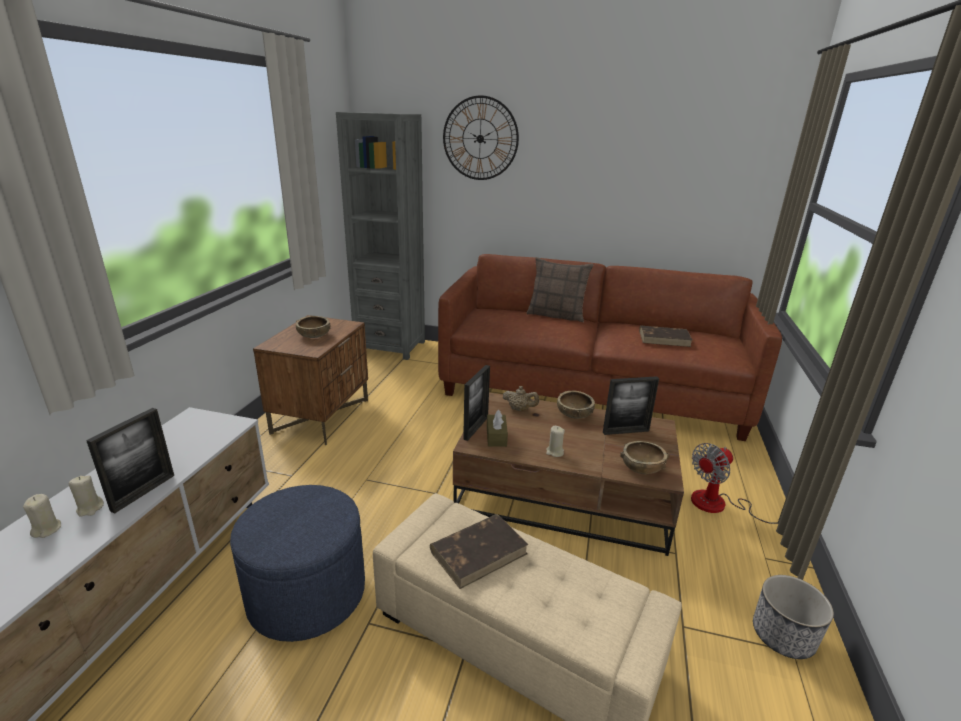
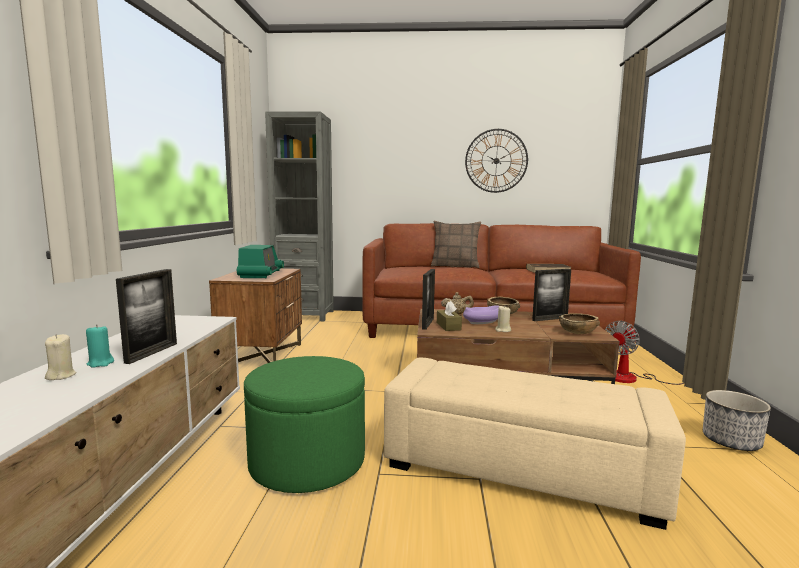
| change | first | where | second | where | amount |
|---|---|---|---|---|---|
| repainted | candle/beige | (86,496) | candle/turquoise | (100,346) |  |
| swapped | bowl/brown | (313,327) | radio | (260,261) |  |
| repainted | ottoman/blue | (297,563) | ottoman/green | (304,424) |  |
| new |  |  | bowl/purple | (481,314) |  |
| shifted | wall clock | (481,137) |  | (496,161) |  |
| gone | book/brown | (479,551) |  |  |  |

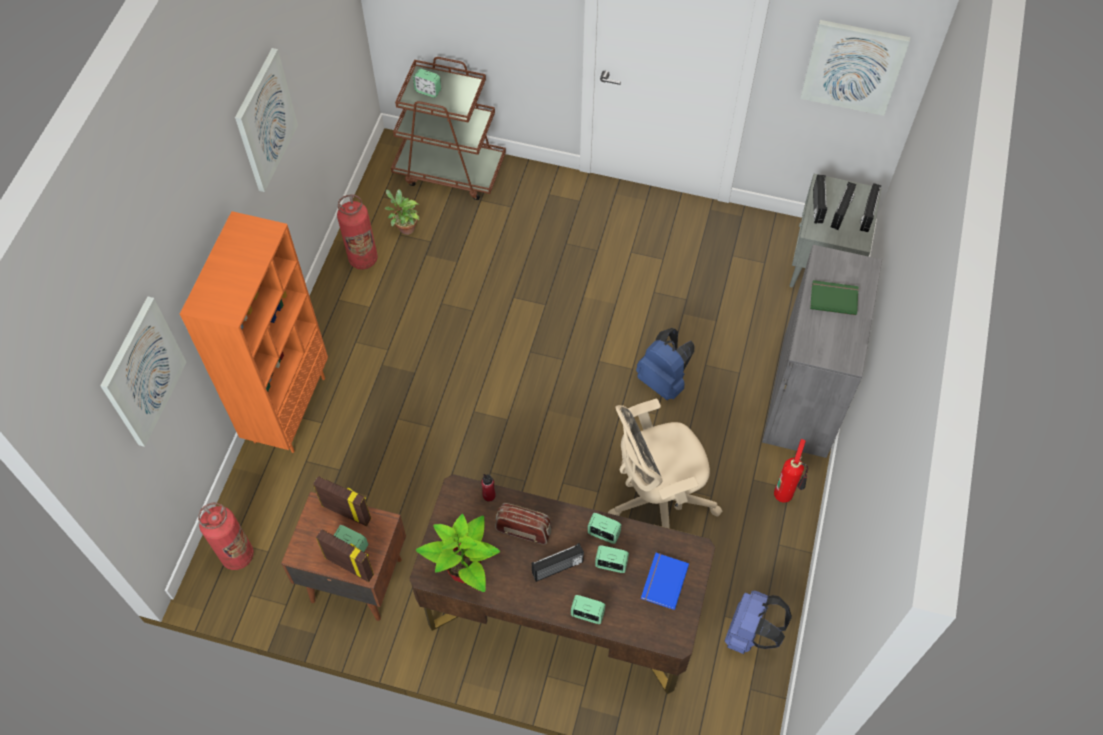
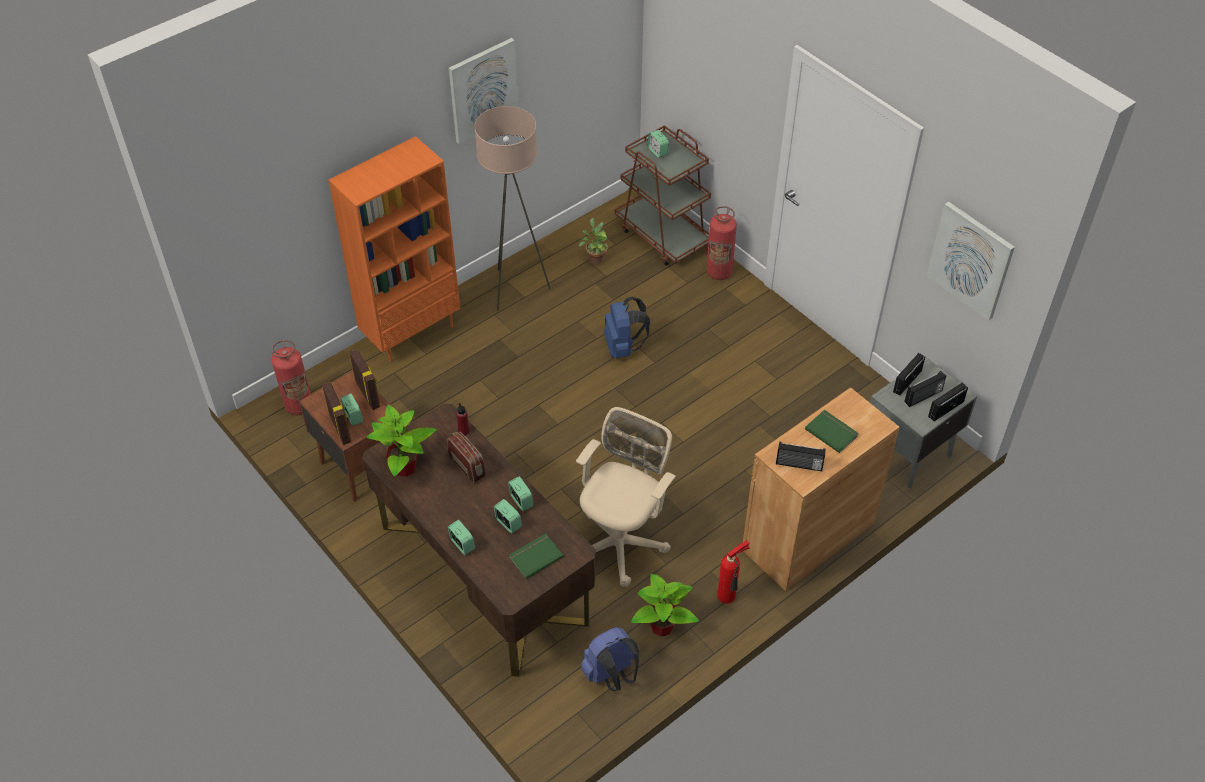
| change | first | where | second | where | amount |
|---|---|---|---|---|---|
| new |  |  | floor lamp/beige | (512,208) |  |
| repainted | book/blue | (665,581) | book/green | (536,556) |  |
| rotated | office chair/beige | (665,463) |  | (626,497) | 105 degrees clockwise |
| shifted | backpack/blue | (665,364) |  | (627,327) |  |
| new |  |  | potted plant | (665,605) |  |
| shifted | fire extinguisher | (357,232) |  | (722,243) |  |
| repainted | cabinet/grey | (822,351) | cabinet/brown | (821,489) |  |
| shifted | radio | (558,562) |  | (801,456) |  |
| gone | picture | (143,371) |  |  |  |

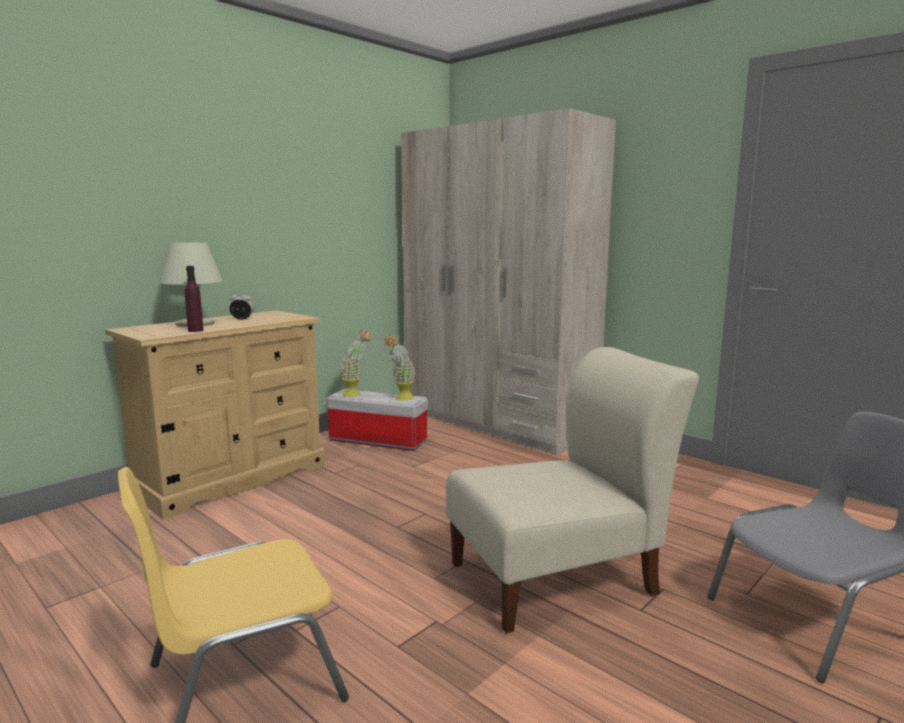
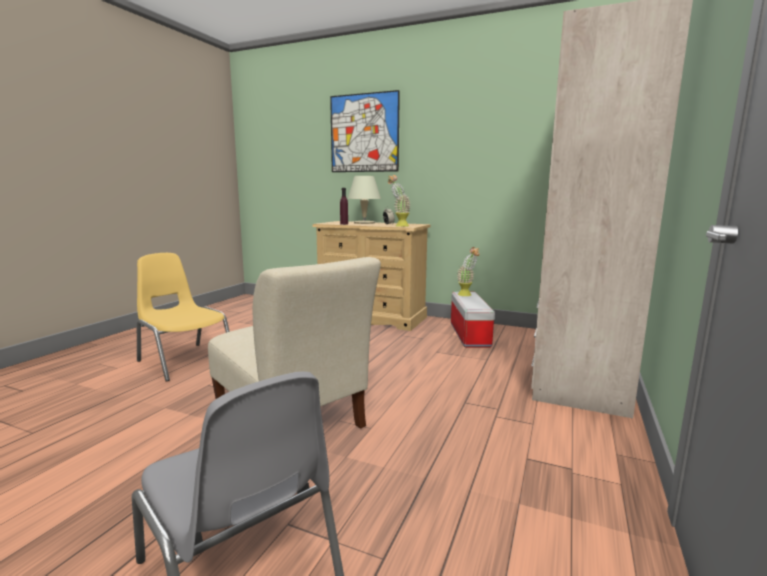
| change | first | where | second | where | amount |
|---|---|---|---|---|---|
| new |  |  | picture | (365,131) |  |
| shifted | potted plant | (400,368) |  | (399,201) |  |

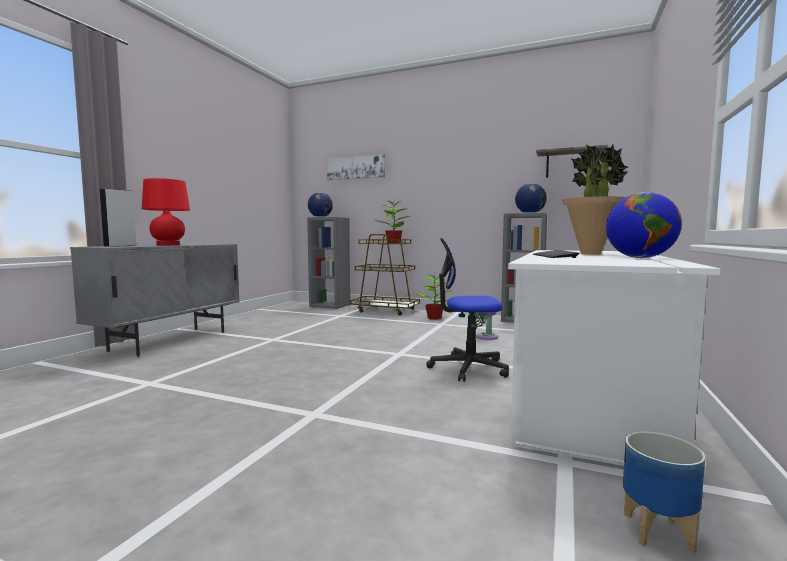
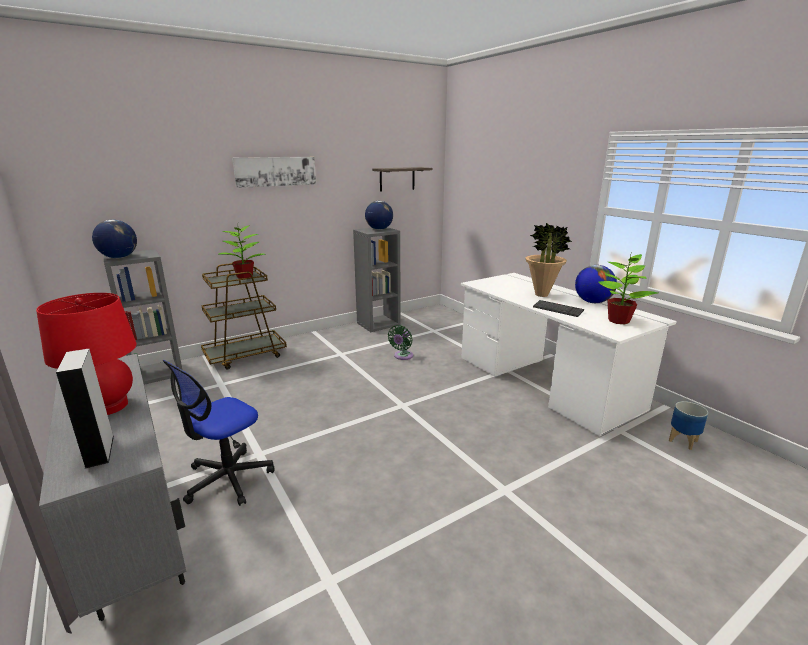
| change | first | where | second | where | amount |
|---|---|---|---|---|---|
| shifted | office chair | (467,310) |  | (219,433) |  |
| shifted | picture | (356,167) |  | (274,172) |  |
| shifted | potted plant | (434,296) |  | (628,287) |  |

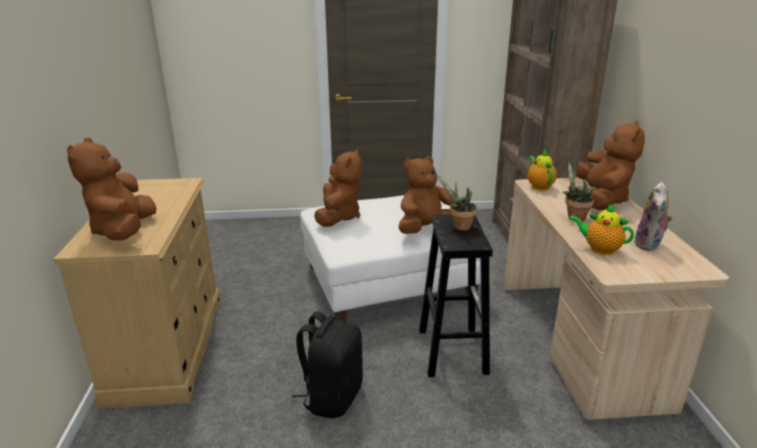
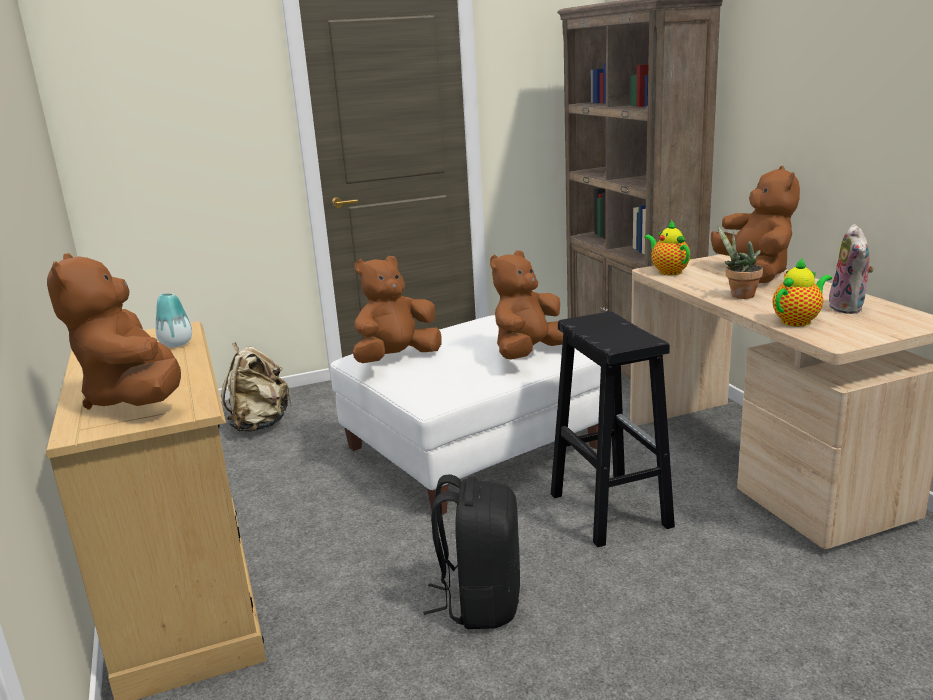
| change | first | where | second | where | amount |
|---|---|---|---|---|---|
| new |  |  | vase | (173,320) |  |
| new |  |  | backpack/beige | (256,387) |  |
| rotated | plush toy/brown | (338,188) |  | (397,309) | 120 degrees counterclockwise |
| rotated | teapot | (601,229) |  | (802,292) | 135 degrees clockwise |
| gone | potted plant | (457,203) |  |  |  |

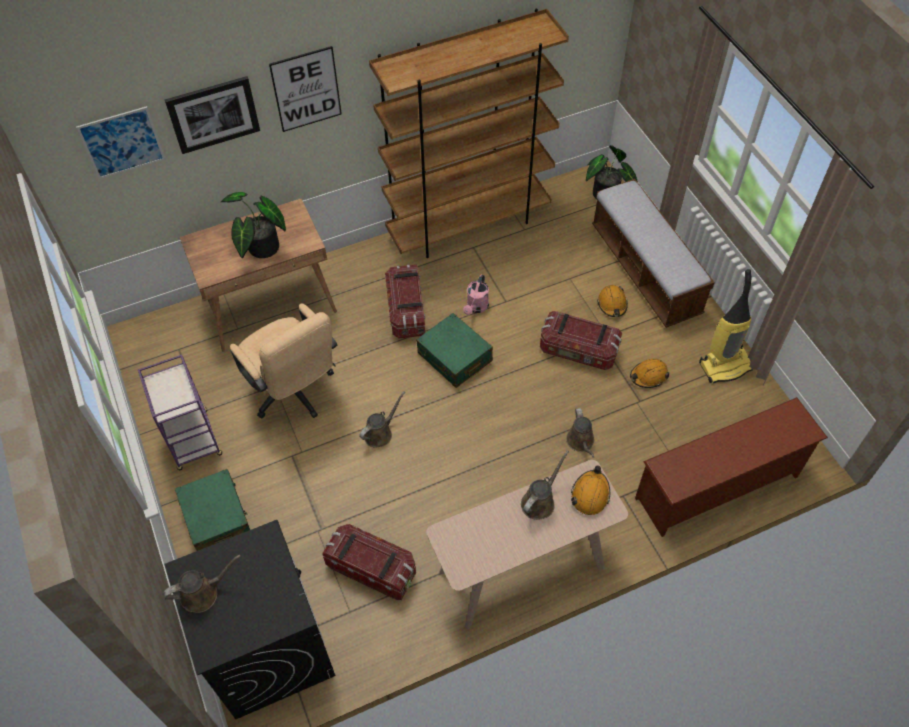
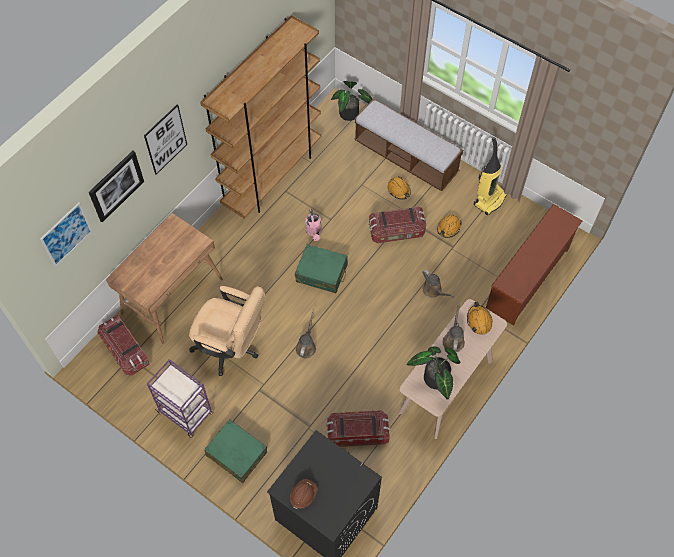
| change | first | where | second | where | amount |
|---|---|---|---|---|---|
| shifted | storage box | (405,301) |  | (123,345) |  |
| swapped | watering can/brown | (202,583) | hard hat/brown | (304,494) |  |
| shifted | potted plant | (253,225) |  | (434,373) |  |

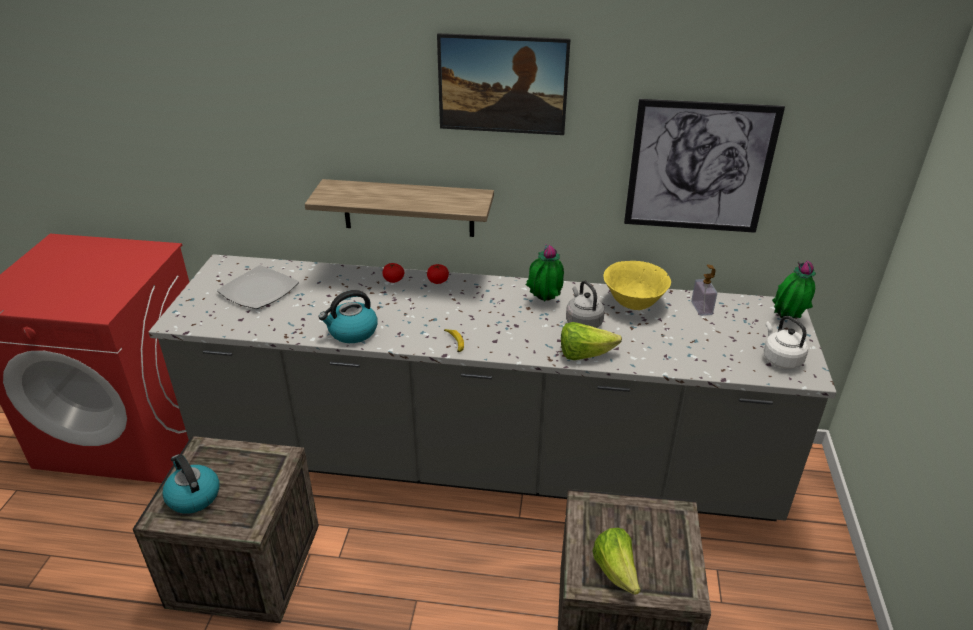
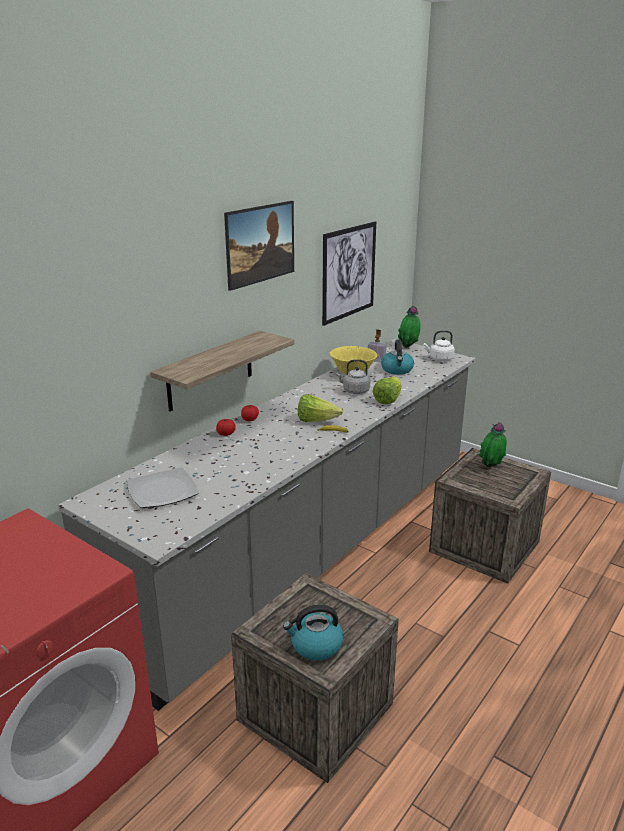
| change | first | where | second | where | amount |
|---|---|---|---|---|---|
| shifted | lettuce | (616,561) |  | (320,408) |  |
| shifted | kettle | (348,316) |  | (397,357) |  |
| shifted | potted plant | (545,273) |  | (493,444) |  |

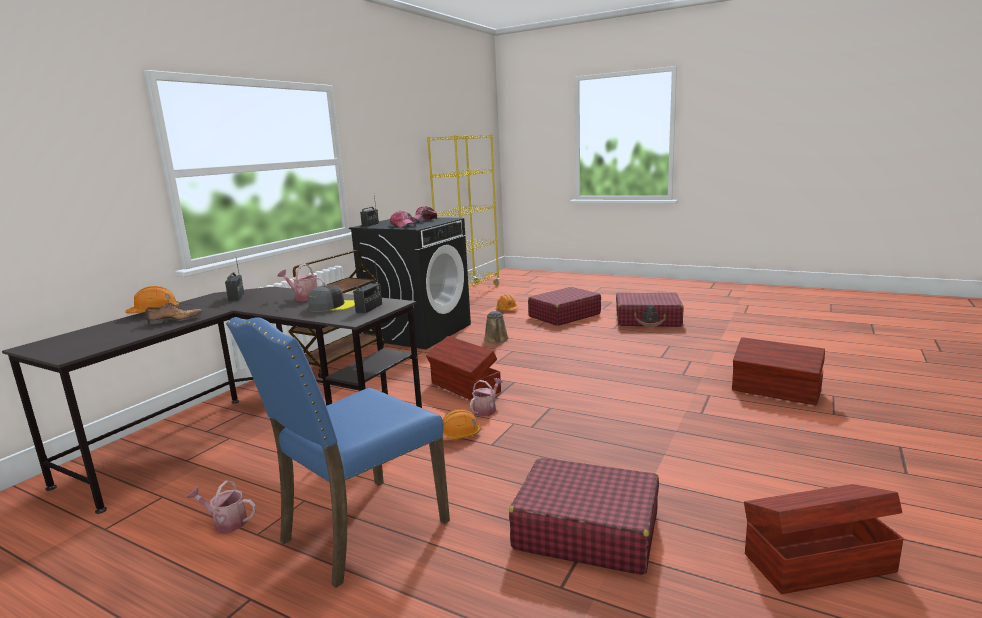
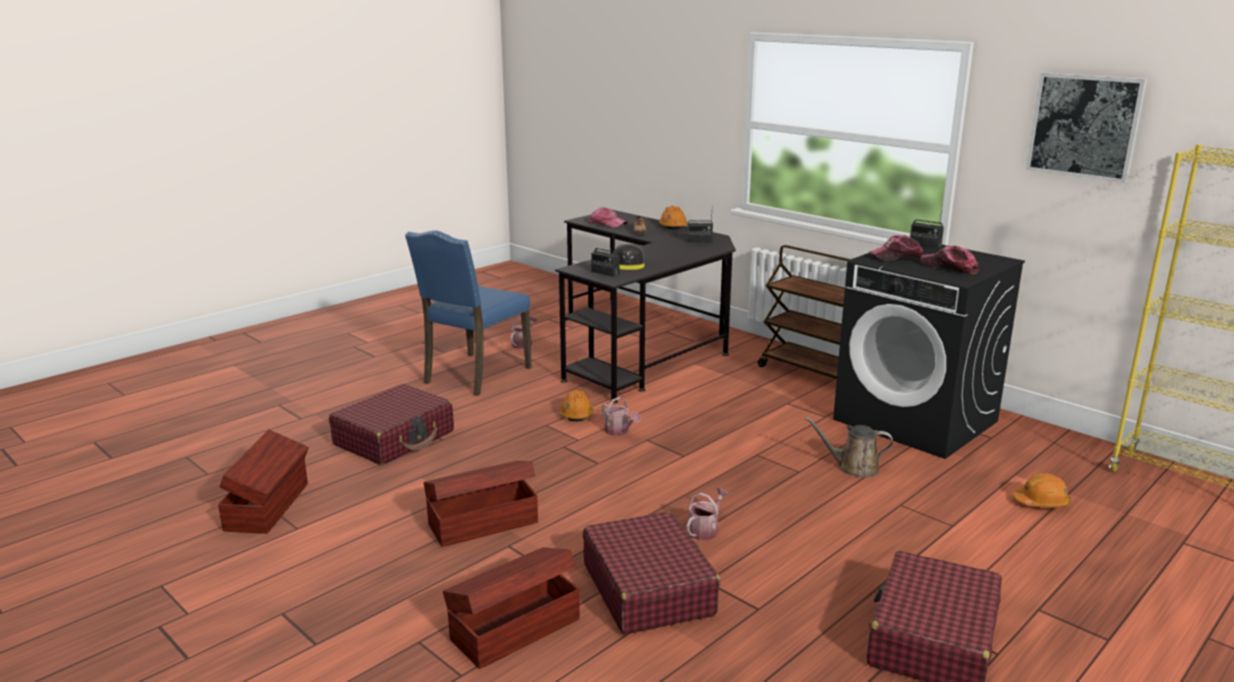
| change | first | where | second | where | amount |
|---|---|---|---|---|---|
| rotated | chair/blue | (338,452) |  | (468,313) | 120 degrees counterclockwise |
| shifted | storage box/brown | (463,368) |  | (481,504) |  |
| shifted | suitcase/red | (564,306) |  | (651,573) |  |
| new |  |  | cap | (607,217) |  |
| shifted | watering can | (301,282) |  | (707,514) |  |
| new |  |  | picture | (1086,127) |  |

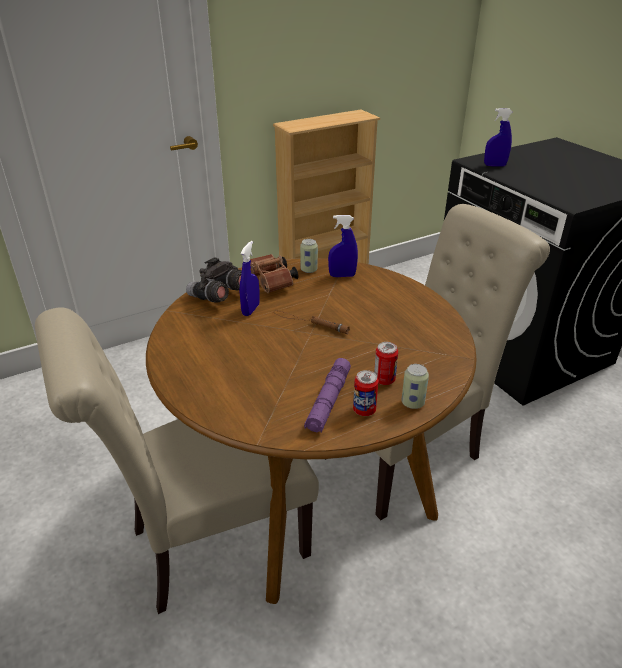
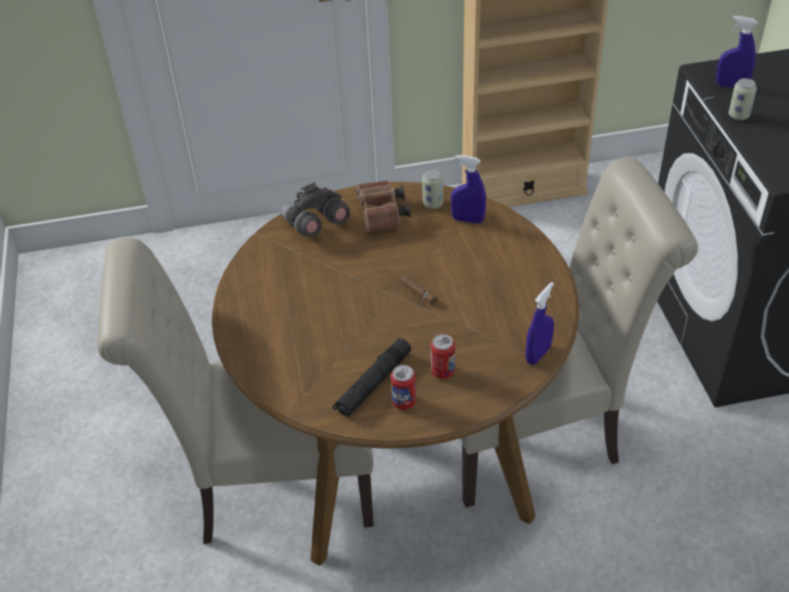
| change | first | where | second | where | amount |
|---|---|---|---|---|---|
| repainted | flashlight/purple | (327,395) | flashlight/black | (372,378) |  |
| shifted | spray bottle/blue | (250,278) |  | (539,323) |  |
| shifted | can | (415,386) |  | (743,99) |  |

